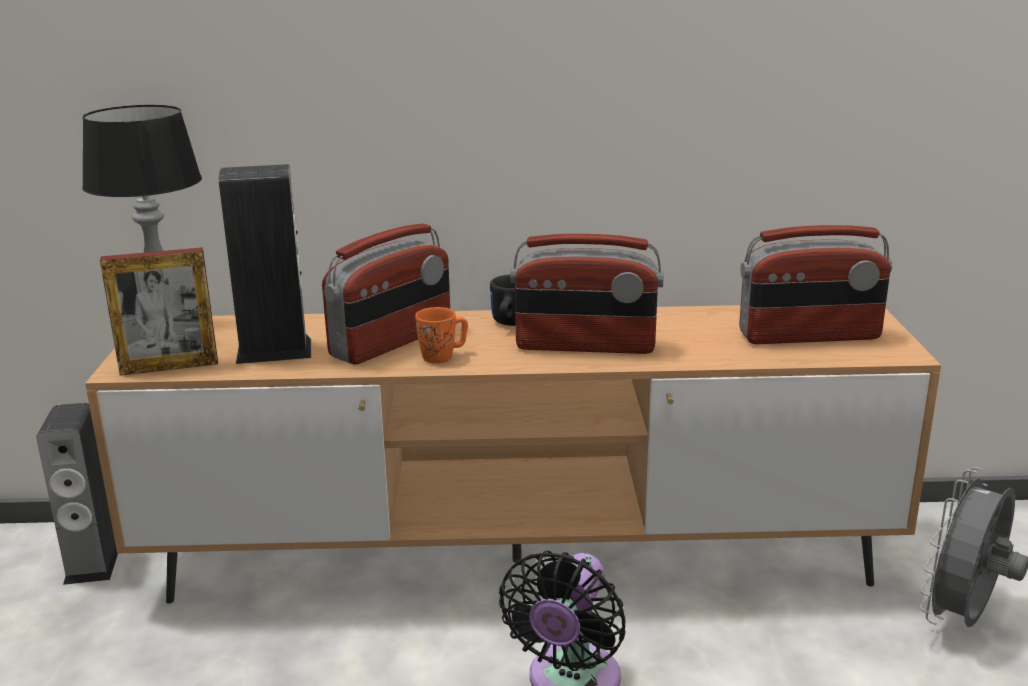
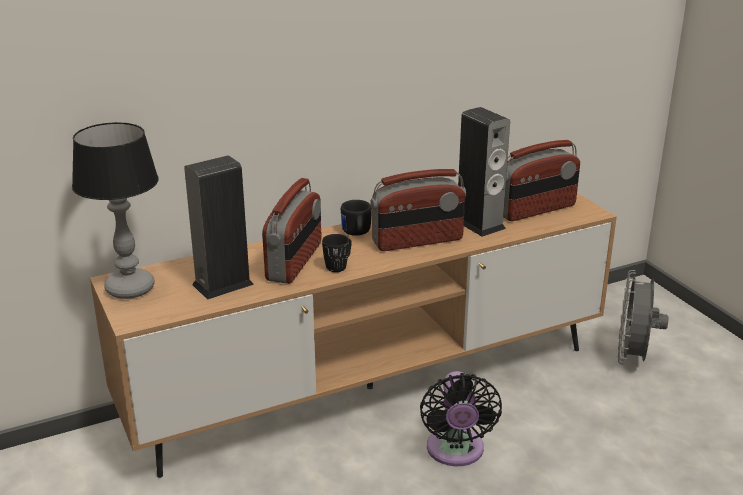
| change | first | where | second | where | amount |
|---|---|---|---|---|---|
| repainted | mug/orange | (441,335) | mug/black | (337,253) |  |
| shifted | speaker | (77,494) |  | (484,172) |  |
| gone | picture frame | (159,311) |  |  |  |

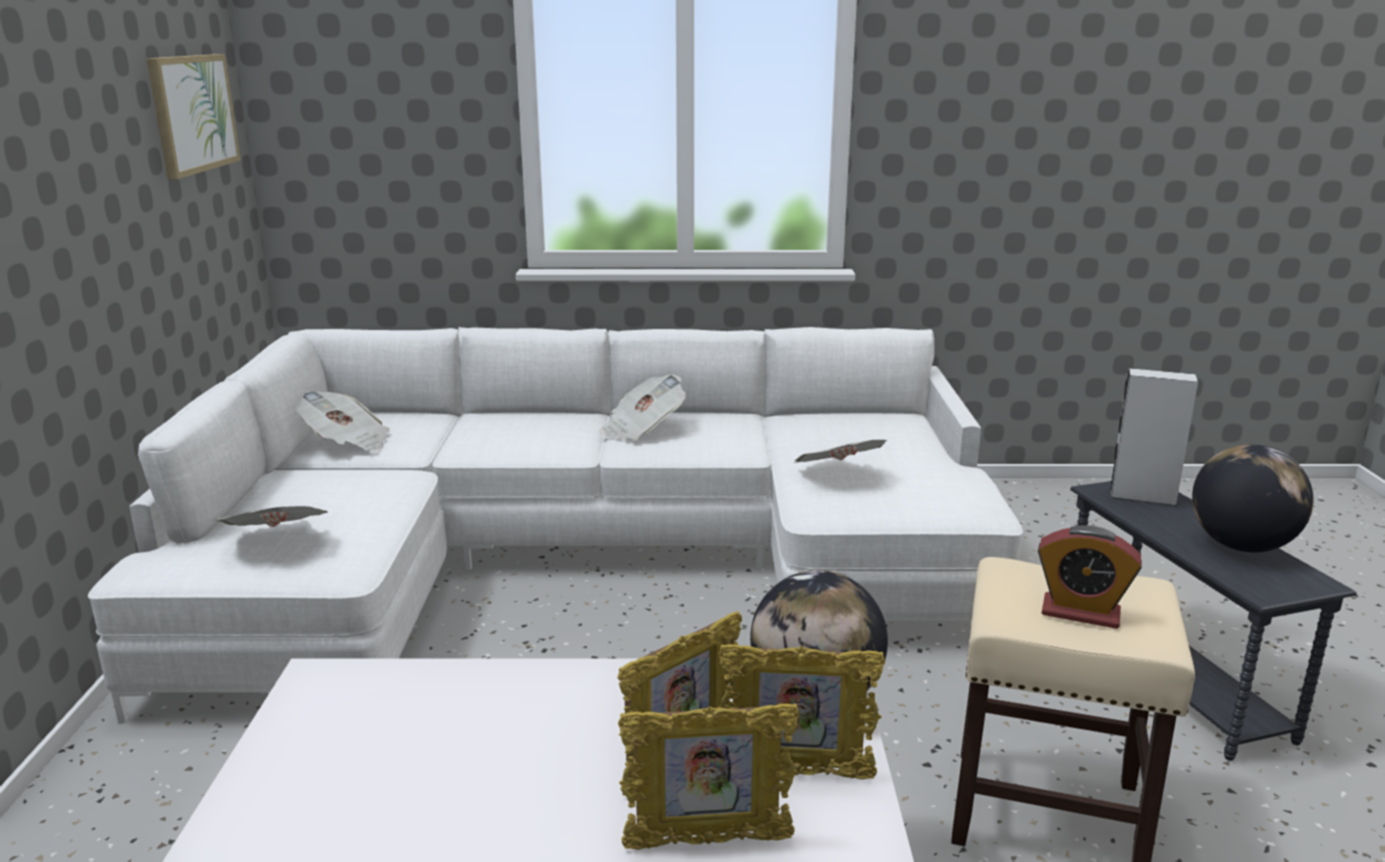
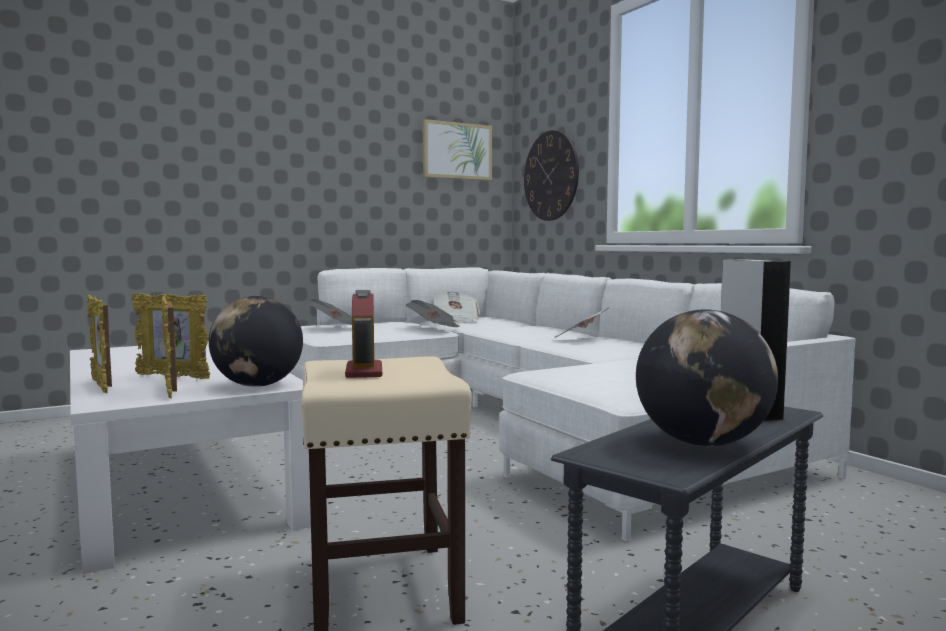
| change | first | where | second | where | amount |
|---|---|---|---|---|---|
| shifted | newspaper | (840,451) |  | (433,313) |  |
| new |  |  | wall clock | (551,175) |  |

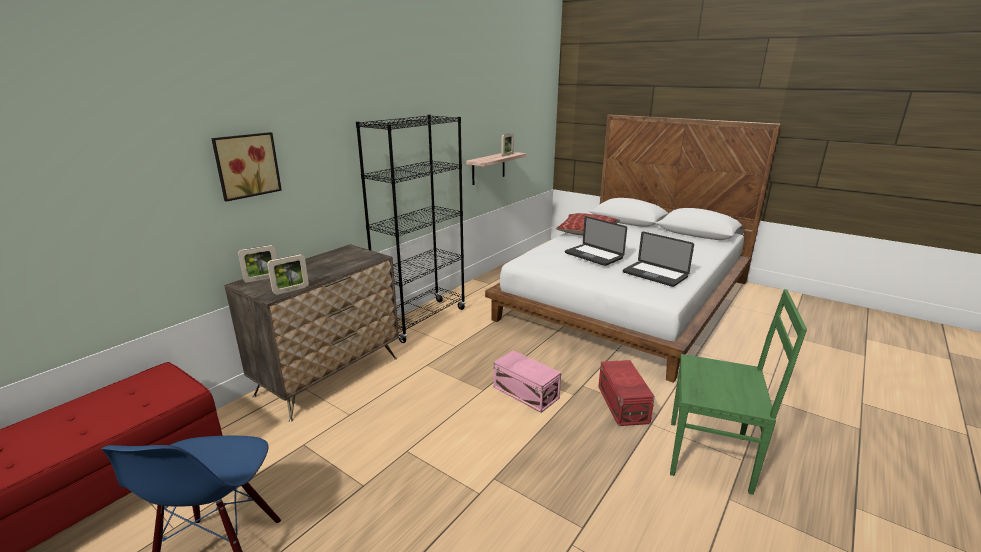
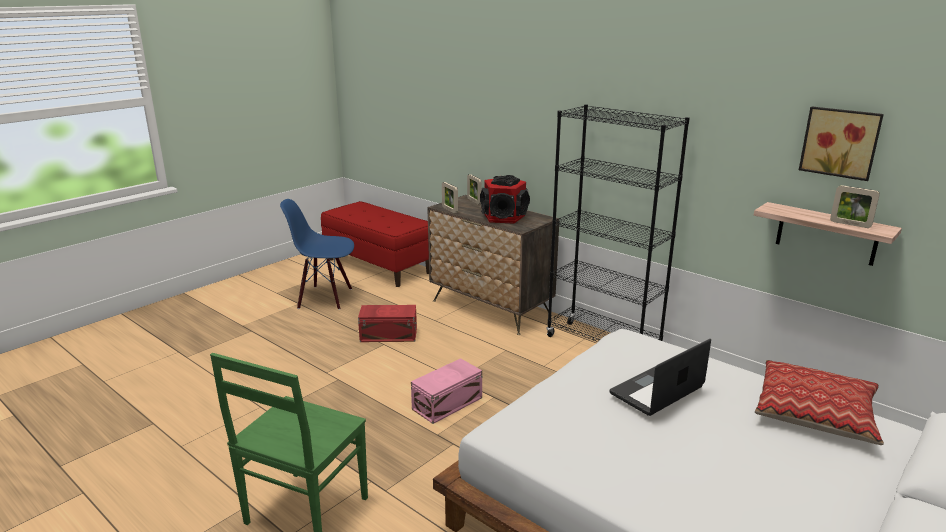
| change | first | where | second | where | amount |
|---|---|---|---|---|---|
| shifted | storage box/red | (626,393) |  | (387,323) |  |
| new |  |  | speaker | (505,199) |  |
| shifted | picture | (246,167) |  | (841,144) |  |
| gone | laptop | (658,259) |  |  |  |

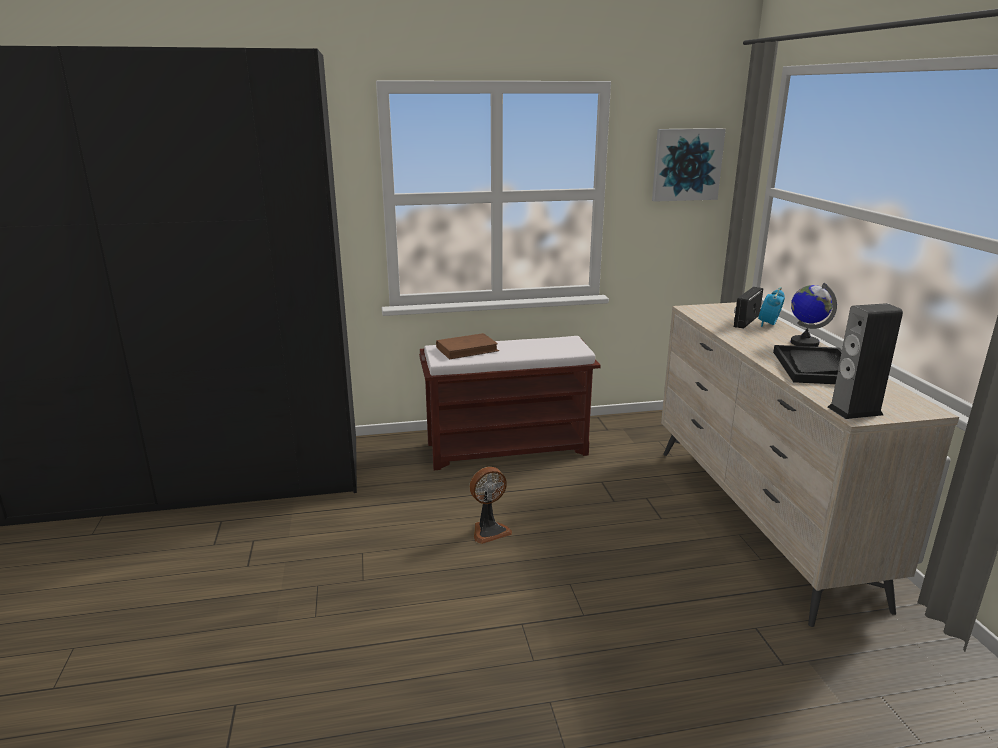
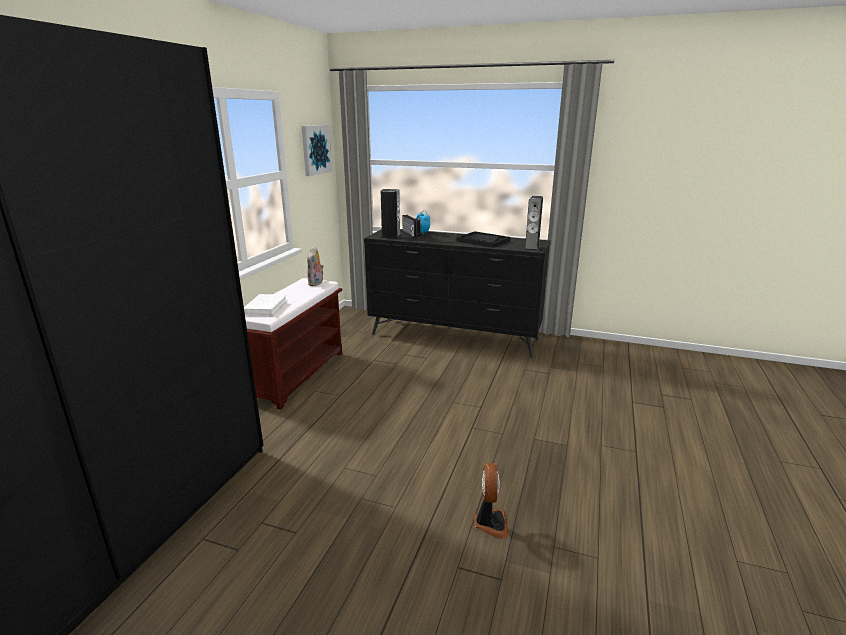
| change | first | where | second | where | amount |
|---|---|---|---|---|---|
| repainted | book/brown | (467,346) | book/white | (266,305) |  |
| new |  |  | plush toy | (315,266) |  |
| repainted | dresser/beige | (810,464) | dresser/black | (457,293) |  |
| new |  |  | speaker | (391,214) |  |
| shifted | fan | (491,505) |  | (491,501) |  |
| gone | globe | (814,315) |  |  |  |

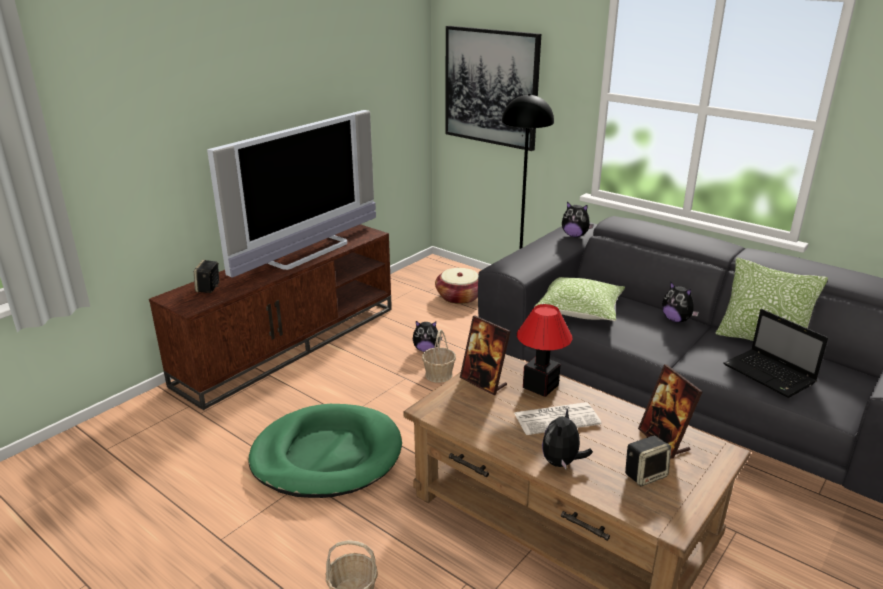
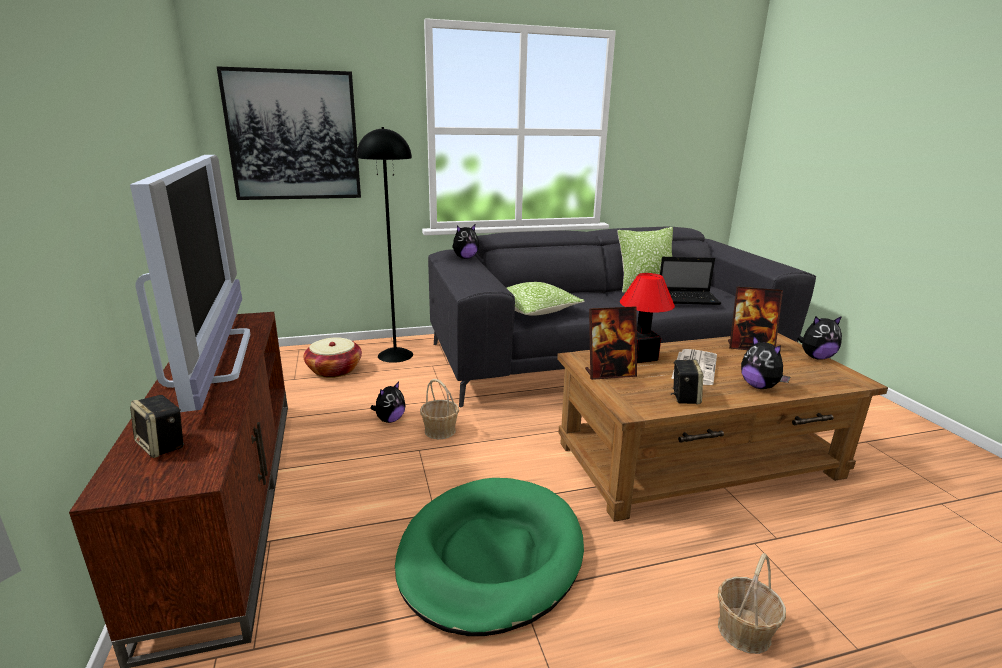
| change | first | where | second | where | amount |
|---|---|---|---|---|---|
| shifted | speaker | (648,461) |  | (687,381) |  |
| shifted | plush toy | (680,302) |  | (820,338) |  |

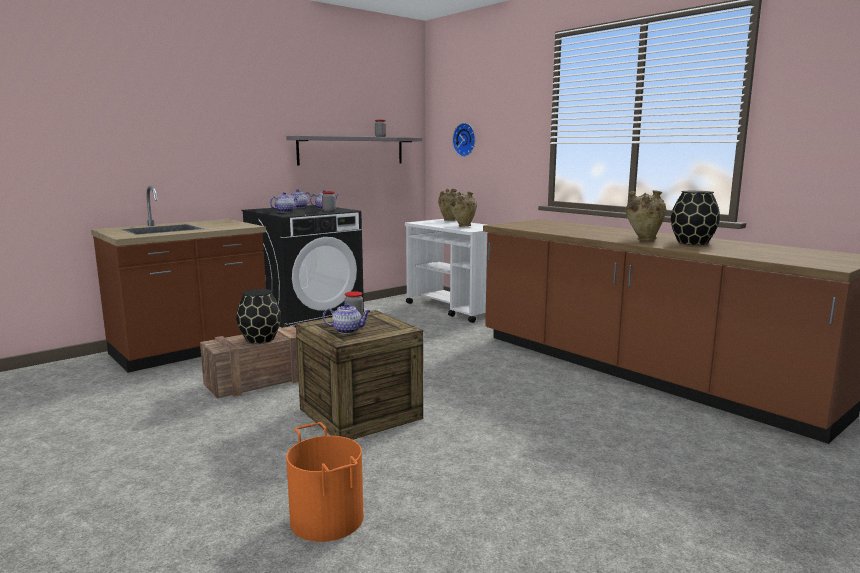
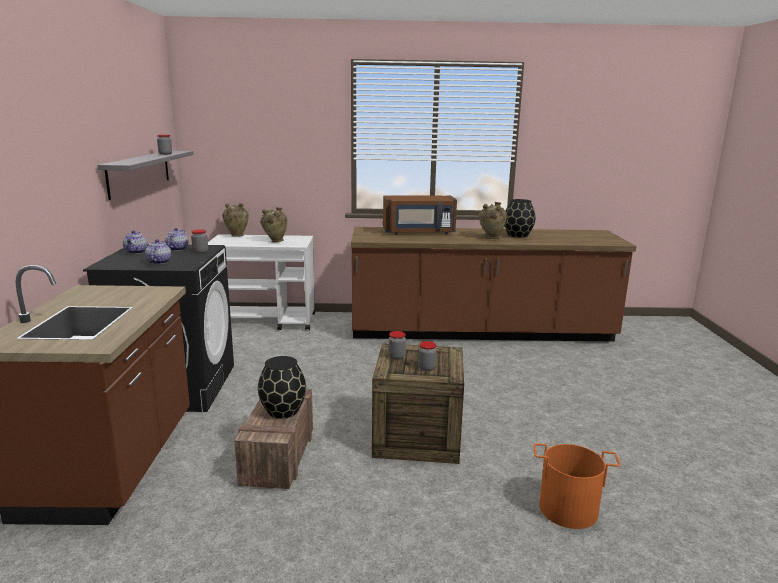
| change | first | where | second | where | amount |
|---|---|---|---|---|---|
| new |  |  | microwave/brown | (420,215) |  |
| swapped | teapot | (347,318) | jar | (427,356) |  |
| gone | wall clock | (463,140) |  |  |  |

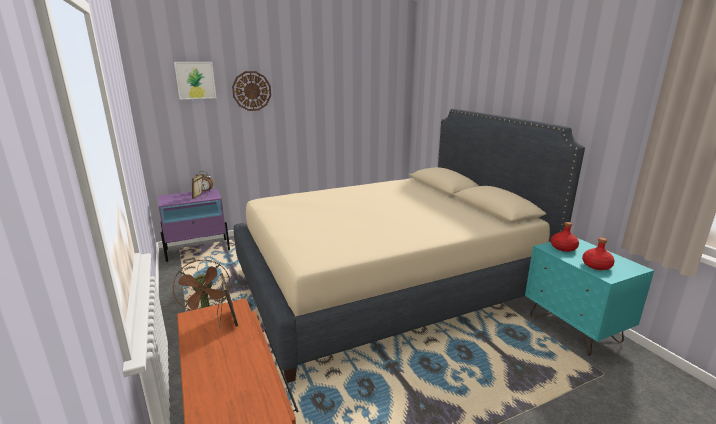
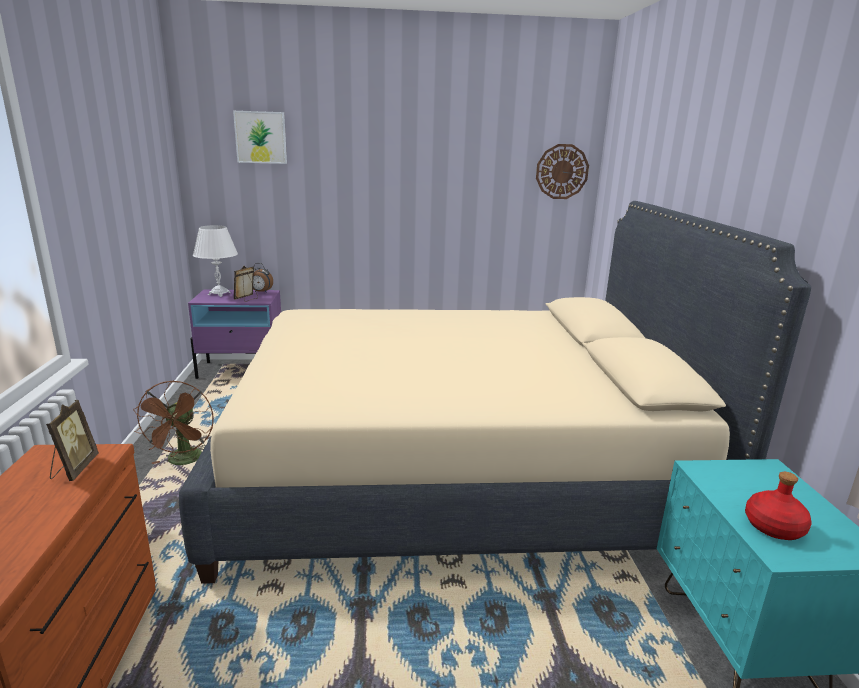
| change | first | where | second | where | amount |
|---|---|---|---|---|---|
| new |  |  | table lamp/white | (215,261) |  |
| shifted | wall clock | (251,91) |  | (562,171) |  |
| gone | bottle/red | (565,237) |  |  |  |

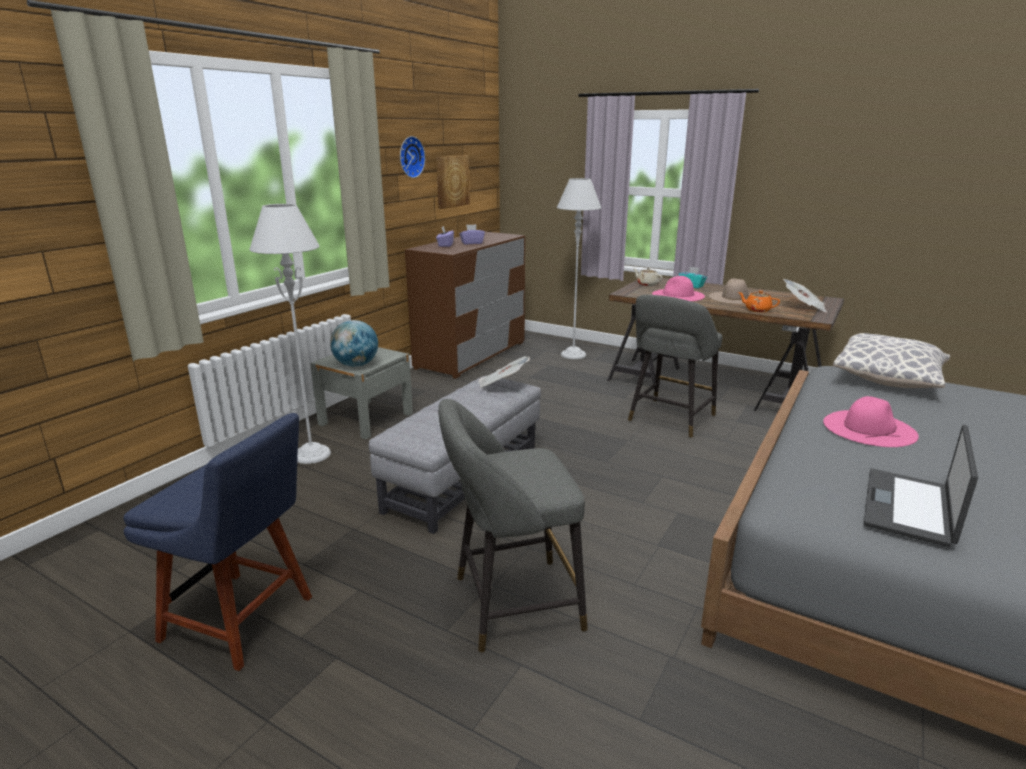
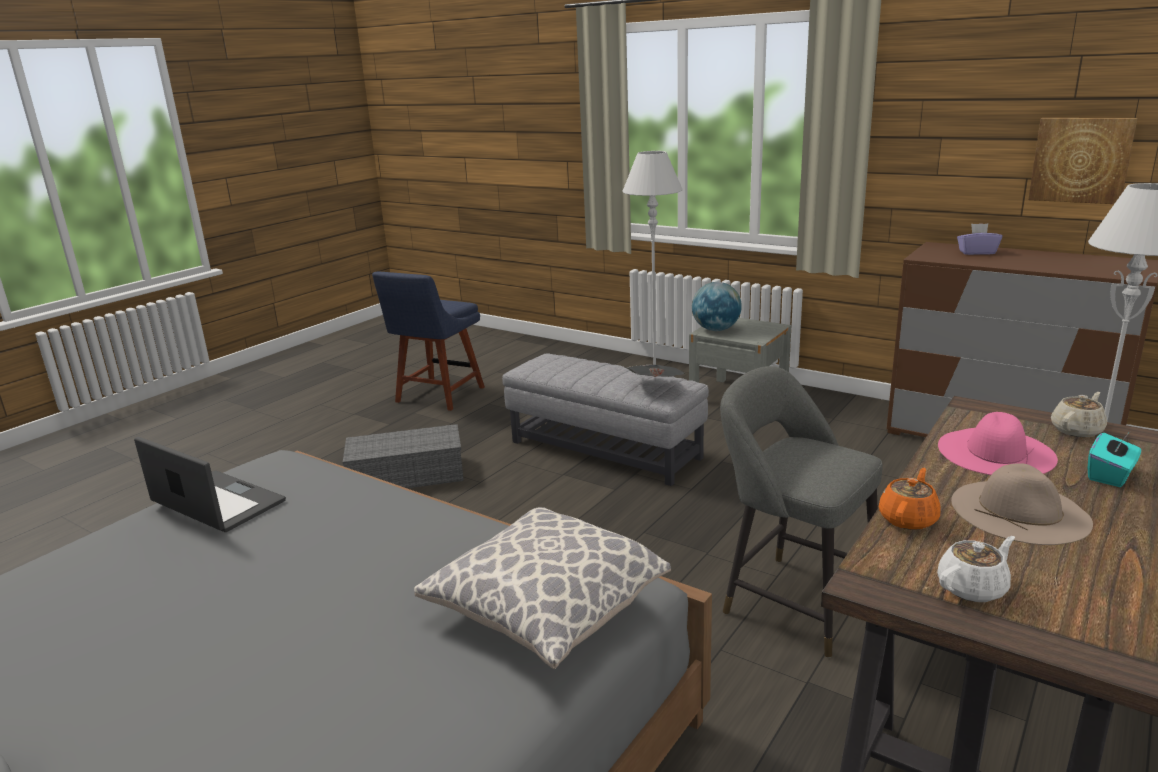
| change | first | where | second | where | amount |
|---|---|---|---|---|---|
| swapped | stool/grey | (513,526) | storage box/grey | (403,456) |  |
| swapped | newspaper | (805,295) | teapot/white | (976,569) |  |
| gone | wall clock | (412,157) |  |  |  |
| gone | tissue box/purple | (472,234) |  |  |  |
| gone | hat/pink | (871,421) |  |  |  |

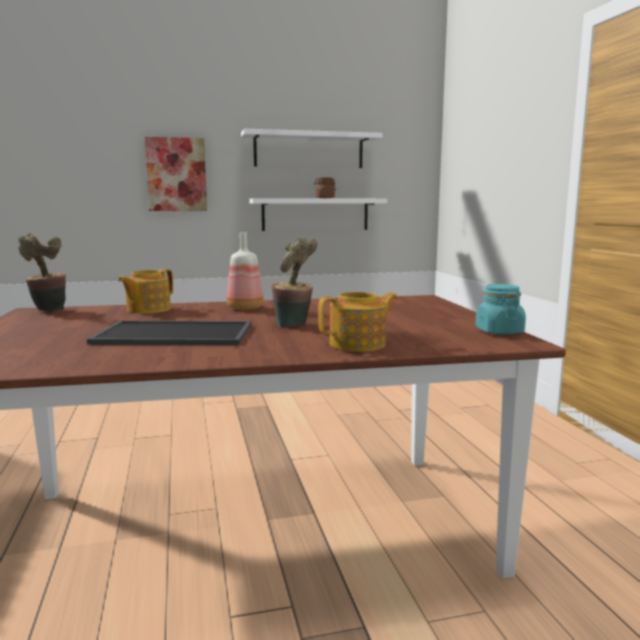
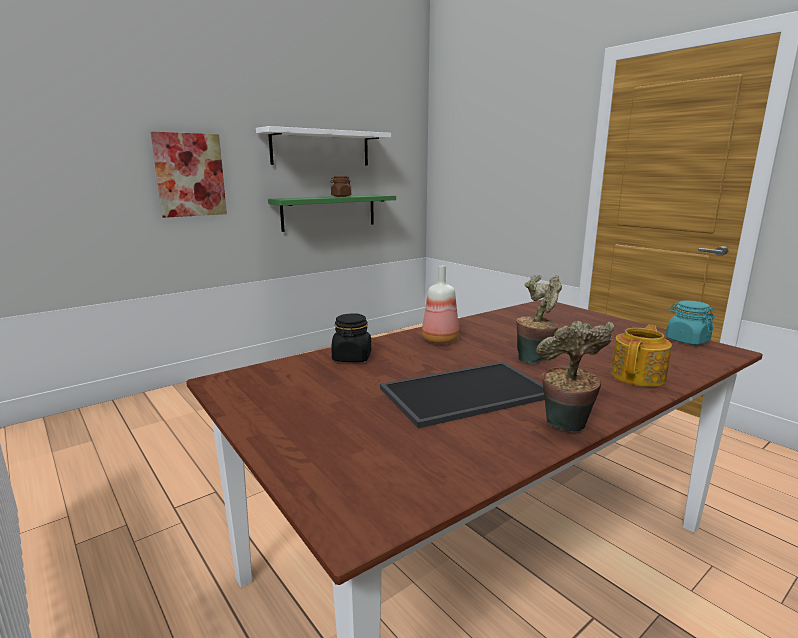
| change | first | where | second | where | amount |
|---|---|---|---|---|---|
| repainted | shelf/white | (318,214) | shelf/green | (332,213) |  |
| swapped | teapot | (145,291) | jar/black | (351,337) |  |
| shifted | potted plant | (42,272) |  | (575,376) |  |

